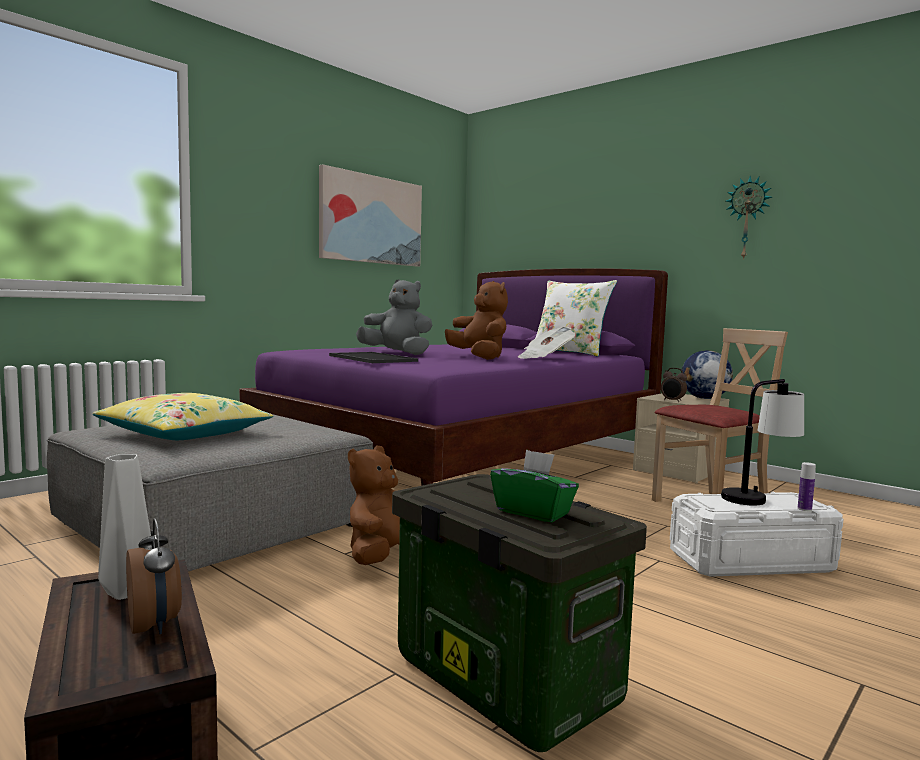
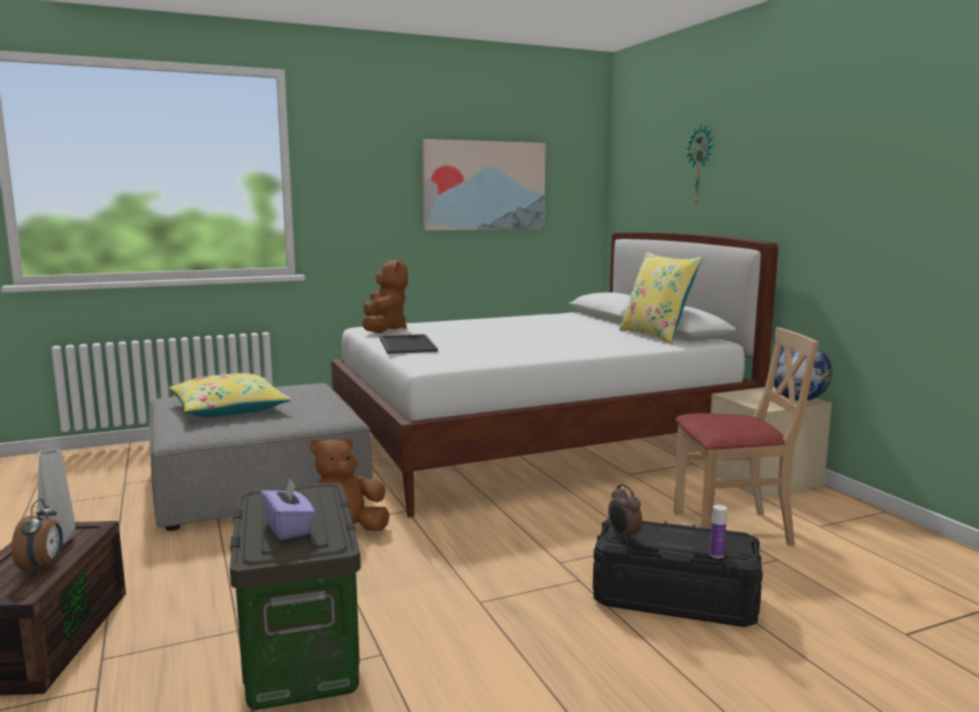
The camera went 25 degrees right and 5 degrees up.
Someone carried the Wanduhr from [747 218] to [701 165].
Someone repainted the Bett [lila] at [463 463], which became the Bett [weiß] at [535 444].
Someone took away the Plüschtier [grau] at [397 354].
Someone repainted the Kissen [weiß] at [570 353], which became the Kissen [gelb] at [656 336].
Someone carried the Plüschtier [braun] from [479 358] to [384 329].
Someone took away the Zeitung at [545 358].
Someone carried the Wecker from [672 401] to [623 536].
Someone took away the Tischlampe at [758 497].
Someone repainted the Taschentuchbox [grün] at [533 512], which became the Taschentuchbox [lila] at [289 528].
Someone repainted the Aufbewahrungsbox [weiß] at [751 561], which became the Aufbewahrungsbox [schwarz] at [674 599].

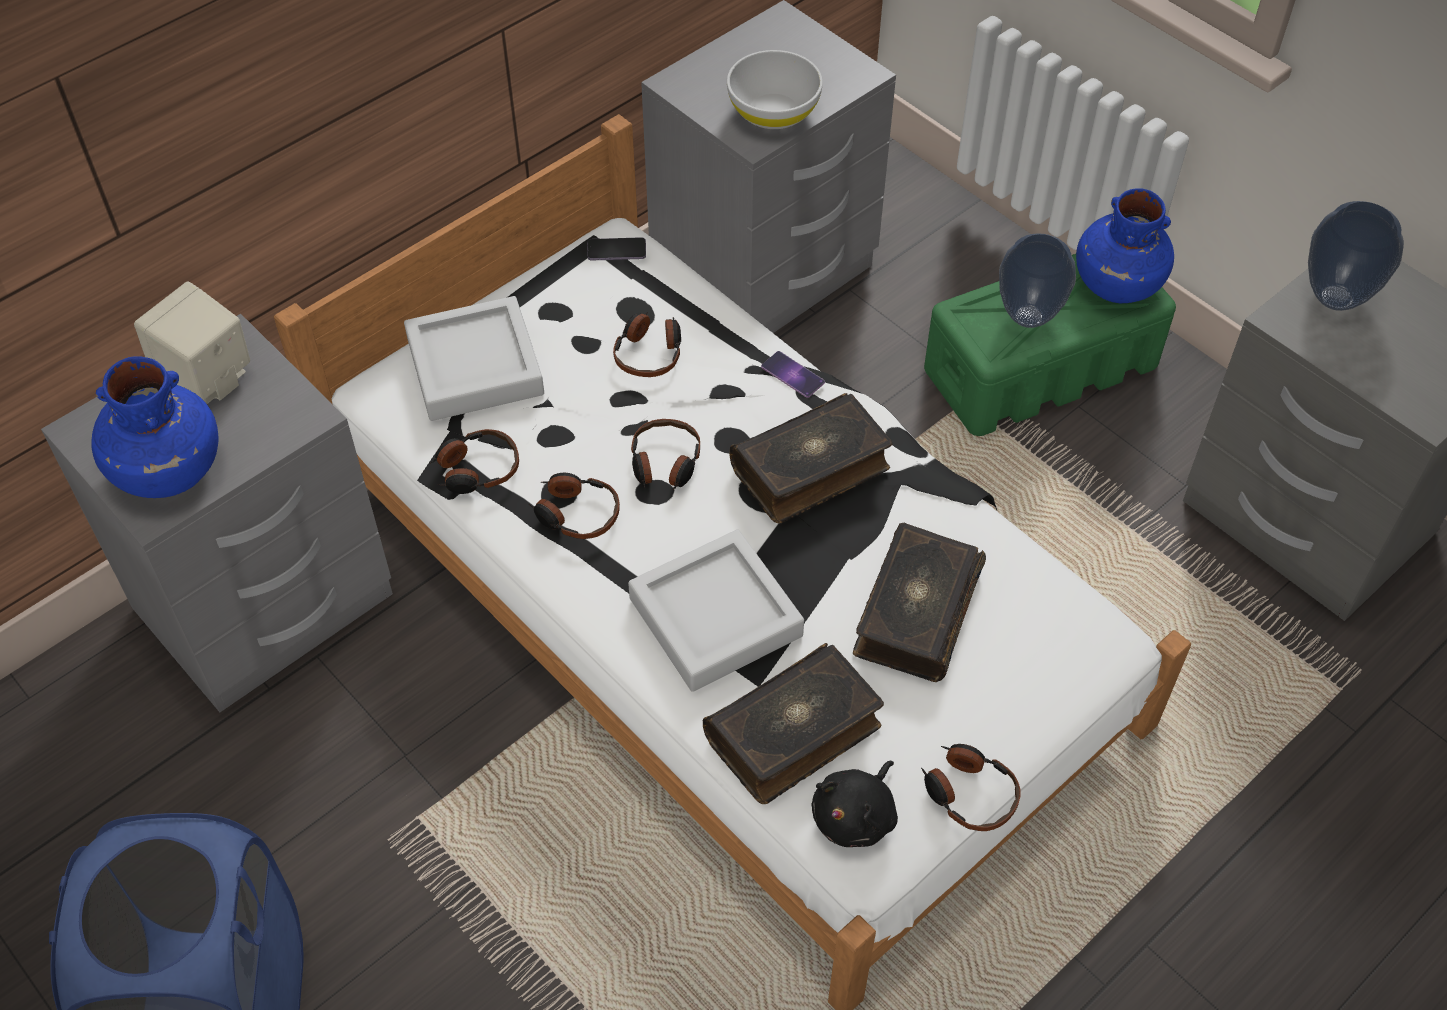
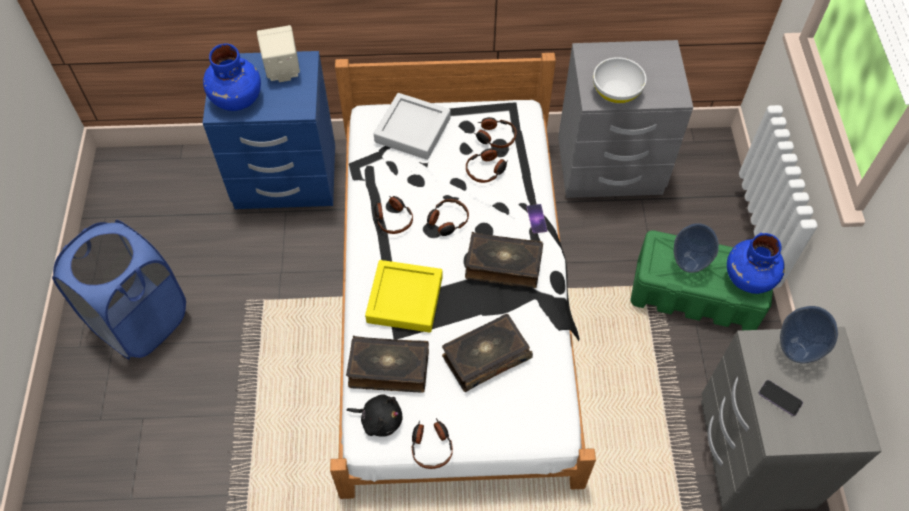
The camera went 40 degrees right and 5 degrees up.
Someone carried the Handy from [616 251] to [780 398].
Someone repainted the Nachttisch [grau] at [266 605], which became the Nachttisch [blau] at [286 178].
Someone carried the Kopfhörer from [477 470] to [495 137].
Someone repainted the Tablett [grau] at [715 617], which became the Tablett [gelb] at [405 299].
Someone rotated the Plüschtier [schwarz] at [856 816] by 150 degrees counterclockwise.

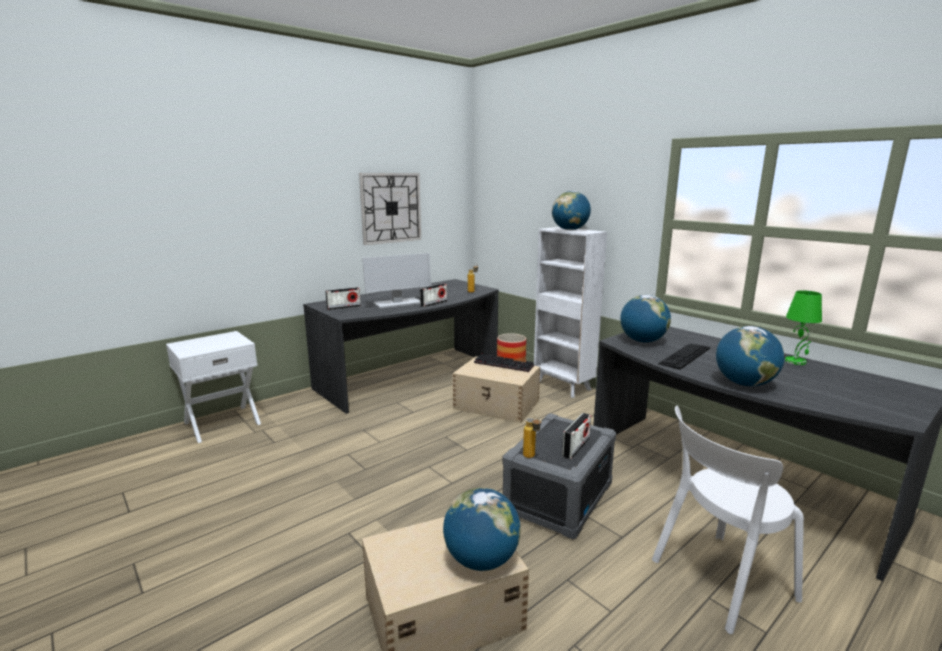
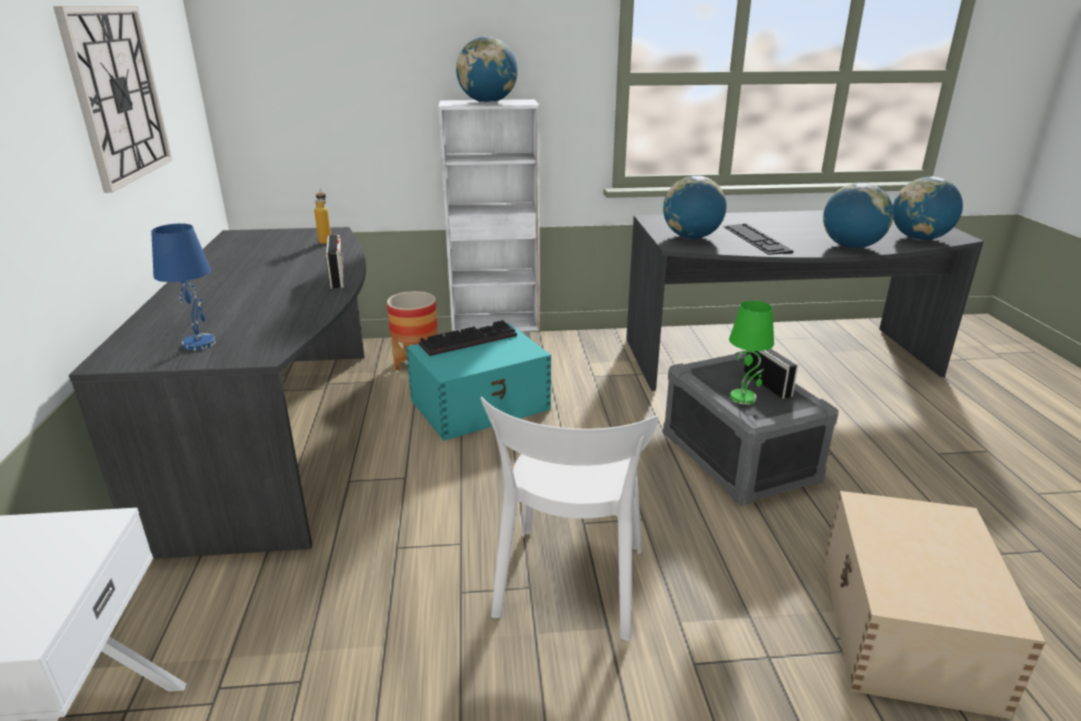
The camera went 55 degrees left and 10 degrees up.
Someone took away the Monitor at [397 303].
Someone swapped the Radio at [344 307] for the Tischlampe [blau] at [199 343].
Someone carried the Tischlampe [grün] from [796 362] to [743 398].
Someone repainted the Aufbewahrungsbox [beige] at [497 405], which became the Aufbewahrungsbox [türkis] at [481 405].
Someone carried the Stuhl [weiß] from [718 581] to [569 587].
Someone took away the Flasche at [531 457].
Someone carried the Globus from [481 560] to [919 239].

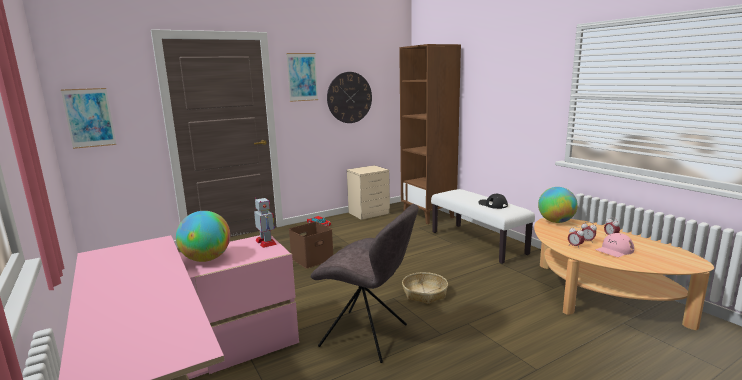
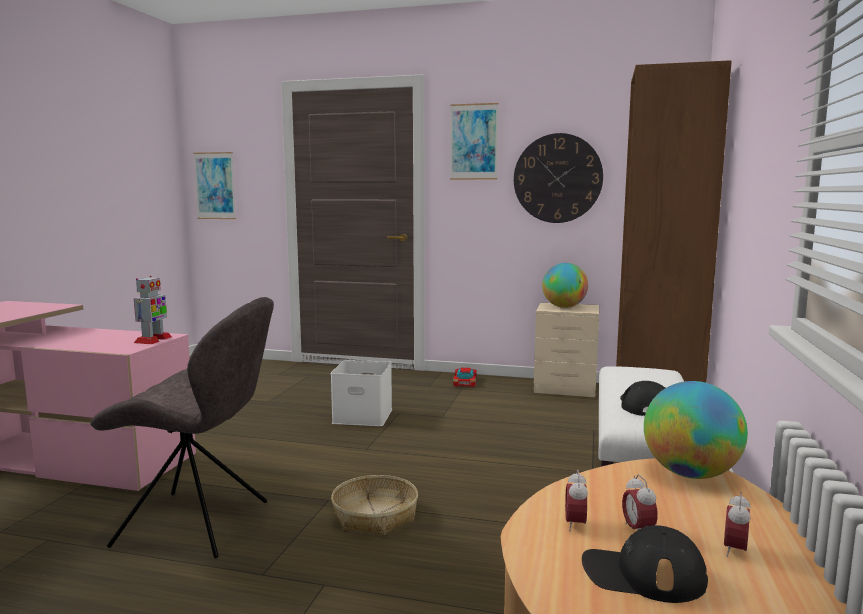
The camera went 45 degrees right and 5 degrees down.
Someone rotated the Stuhl [grau] at [367 336] by 60 degrees counterclockwise.
Someone carried the Globus from [207 259] to [564 307].
Someone repainted the Aufbewahrungsbox [braun] at [312 258], which became the Aufbewahrungsbox [weiß] at [364 416].
Someone repainted the Kappe [rosa] at [614 250], which became the Kappe [schwarz] at [642 574].

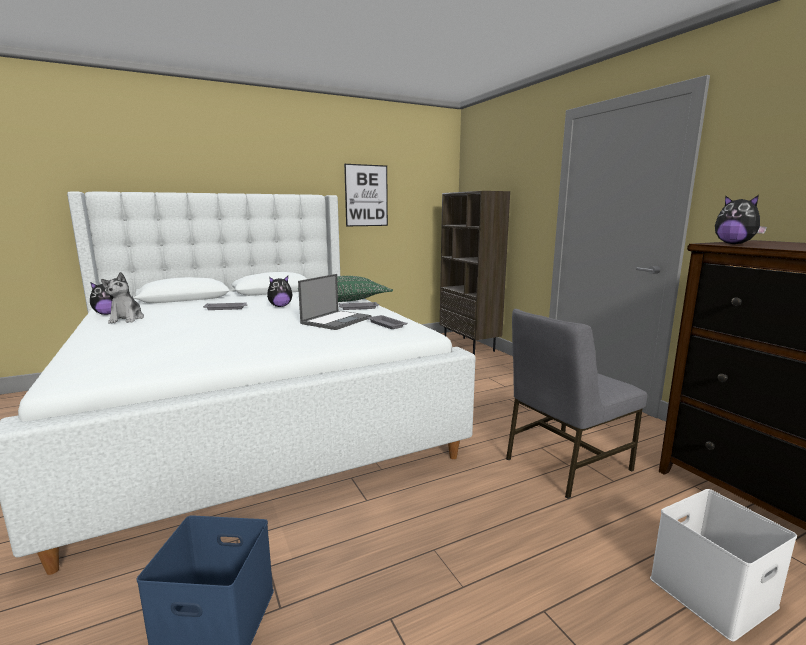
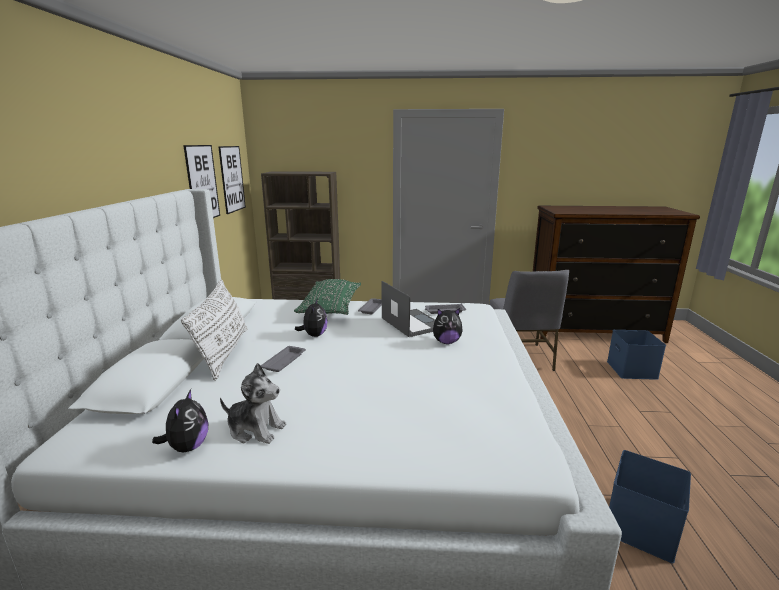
The camera went 60 degrees left and 5 degrees up.
Someone carried the Plüschtier from [734 244] to [446 342].
Someone repainted the Aufbewahrungsbox [weiß] at [713 594], which became the Aufbewahrungsbox [blau] at [633 370].
Someone put up the Bild at [232 179].
Someone put down the Kissen [weiß] at [224 352].

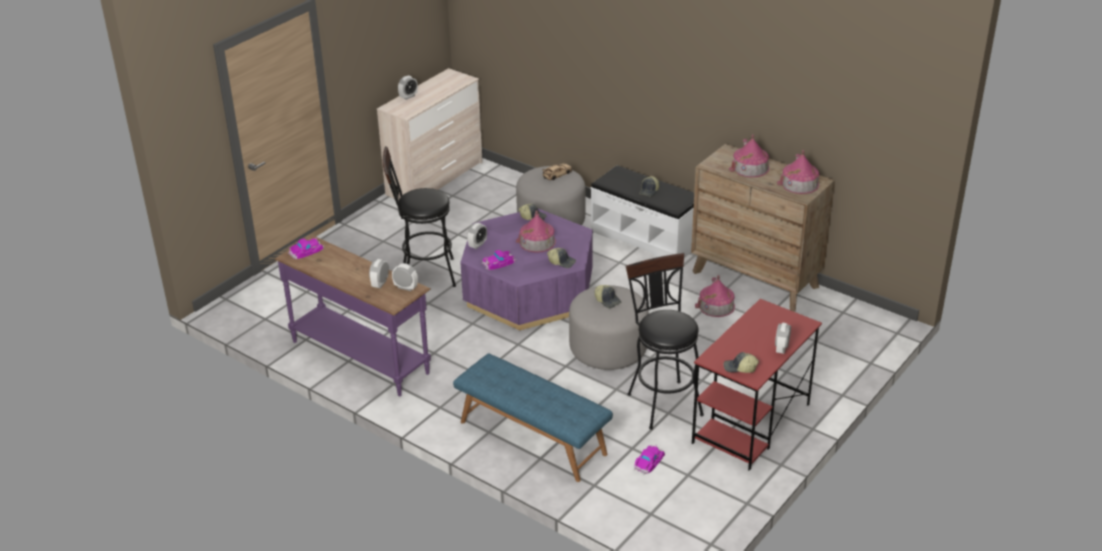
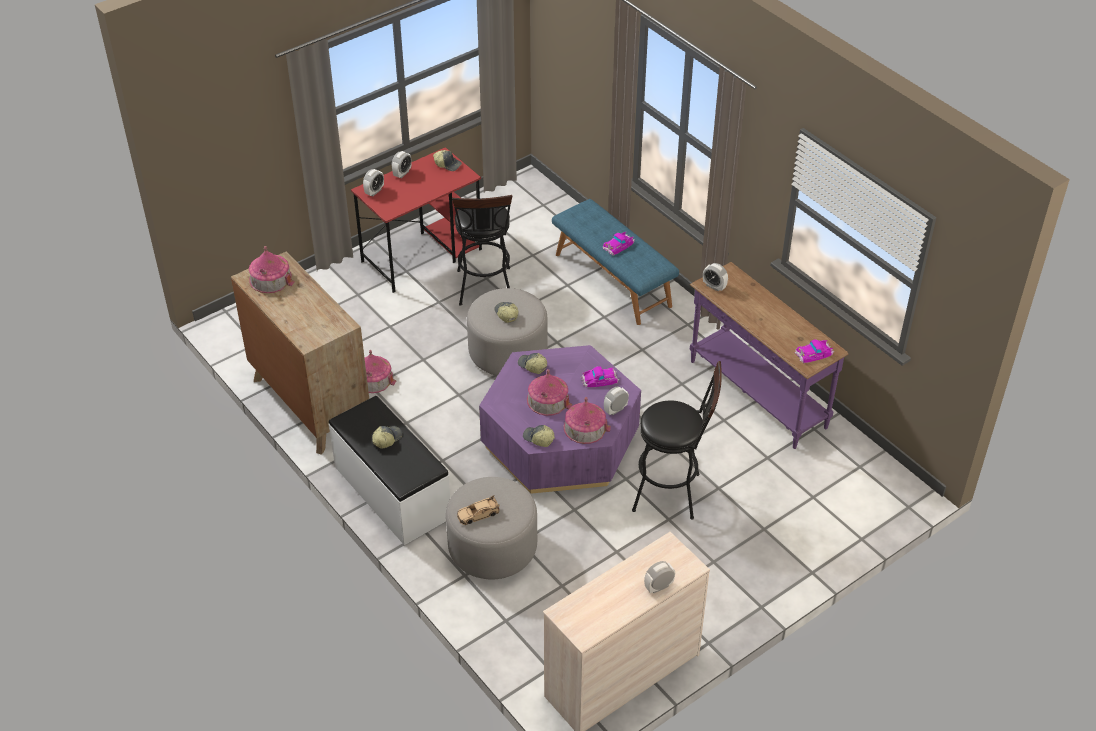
The camera went 165 degrees left and 10 degrees up.
Someone carried the Spielzeughaus from [750 167] to [585 427].
Someone carried the Wecker from [380 283] to [374 191].
Someone carried the Spielzeugauto from [649 461] to [618 245].

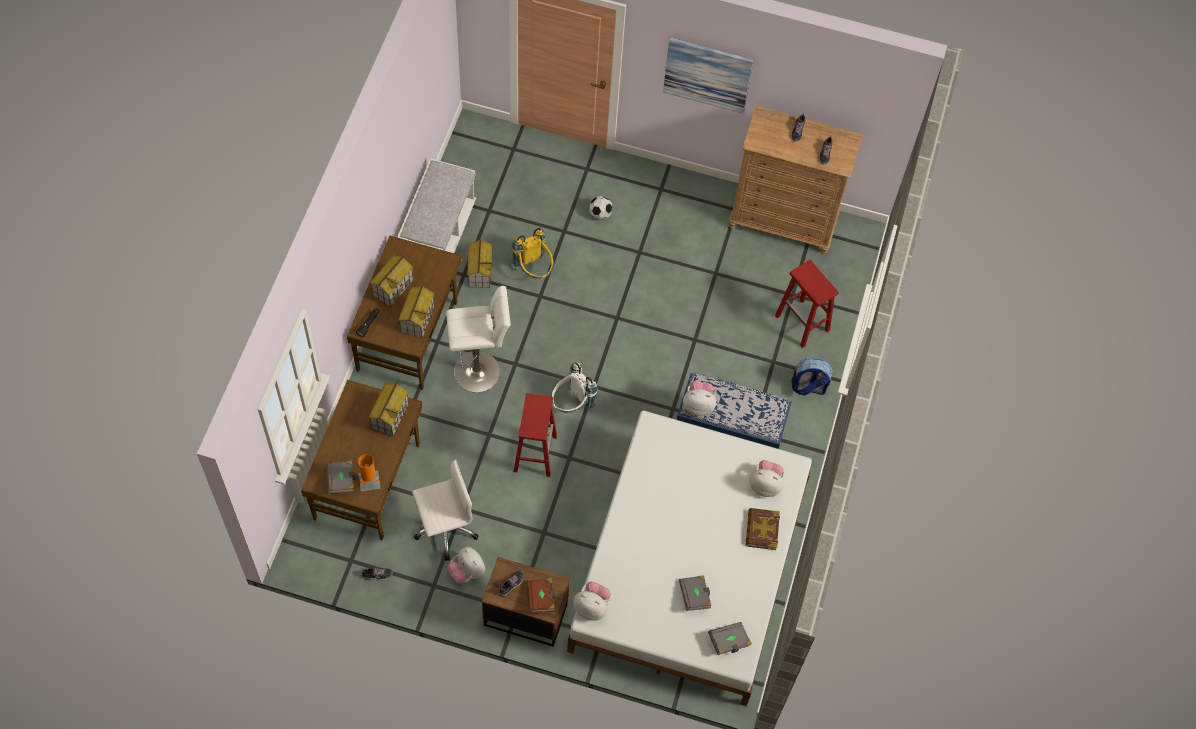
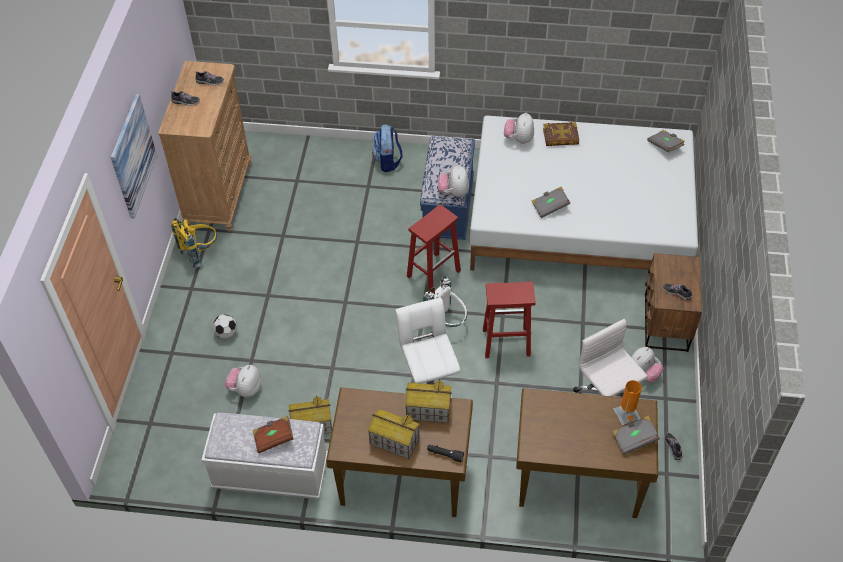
The camera went 95 degrees left and 10 degrees down.
Someone carried the Rucksack [gelb] from [534 270] to [200 252].
Someone carried the Hocker [rot] from [803 323] to [434 273].
Someone took away the Spielzeughaus at [390 415].
Someone carried the Buch [grau] from [695 596] to [550 207].
Someone carried the Buch [braun] from [541 598] to [273 438].
Someone carried the Plüschtier from [592 607] to [245 389].

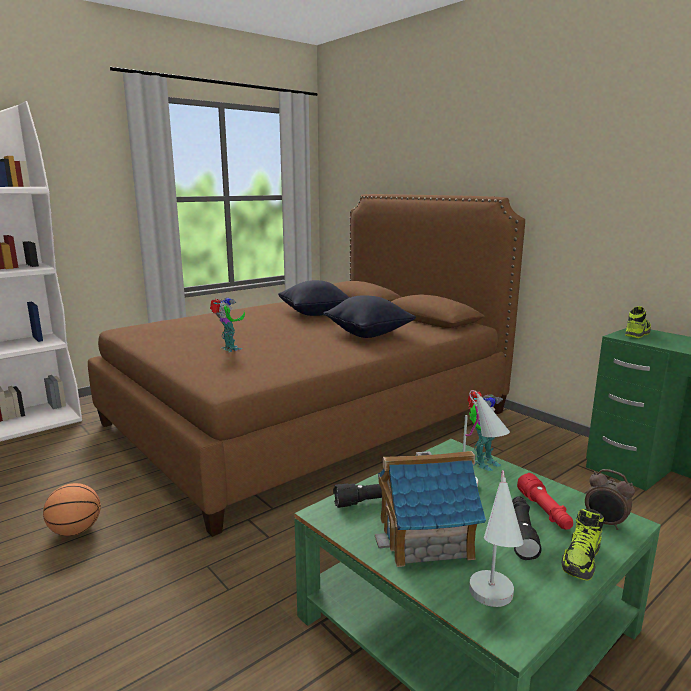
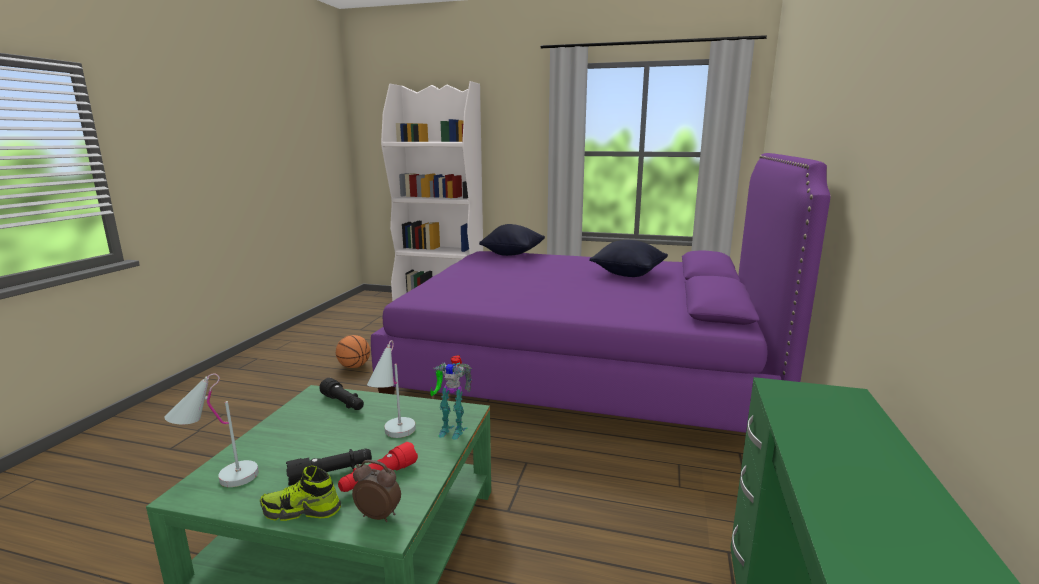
The camera went 55 degrees right and 0 degrees up.
Someone repainted the Bett [braun] at [308 417], which became the Bett [lila] at [585 371].
Someone carried the Kissen [schwarz] from [368 334] to [513 254].
Someone took away the Spielzeugroboter at [229 349].
Someone took away the Schuh at [637 333].
Someone took away the Spielzeughaus at [426 538].
Someone rotated the Wecker at [605 523] by 105 degrees clockwise.

